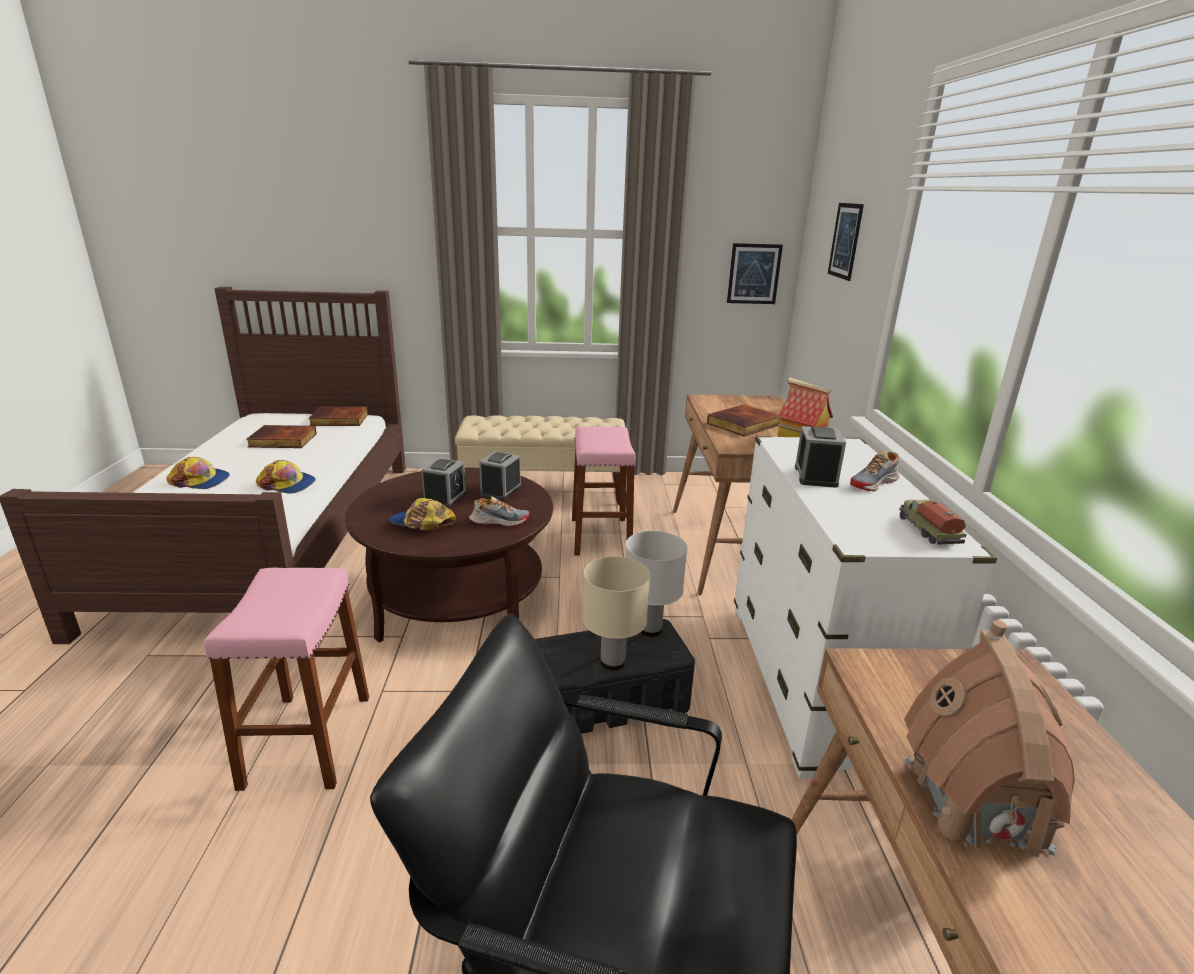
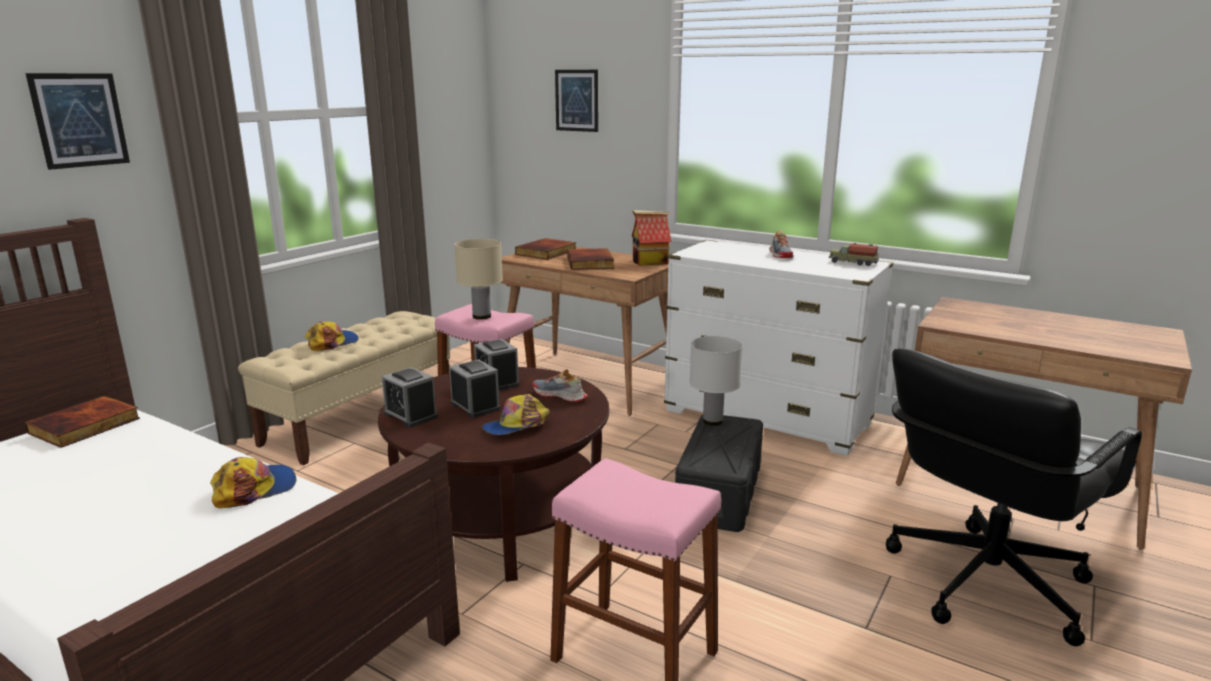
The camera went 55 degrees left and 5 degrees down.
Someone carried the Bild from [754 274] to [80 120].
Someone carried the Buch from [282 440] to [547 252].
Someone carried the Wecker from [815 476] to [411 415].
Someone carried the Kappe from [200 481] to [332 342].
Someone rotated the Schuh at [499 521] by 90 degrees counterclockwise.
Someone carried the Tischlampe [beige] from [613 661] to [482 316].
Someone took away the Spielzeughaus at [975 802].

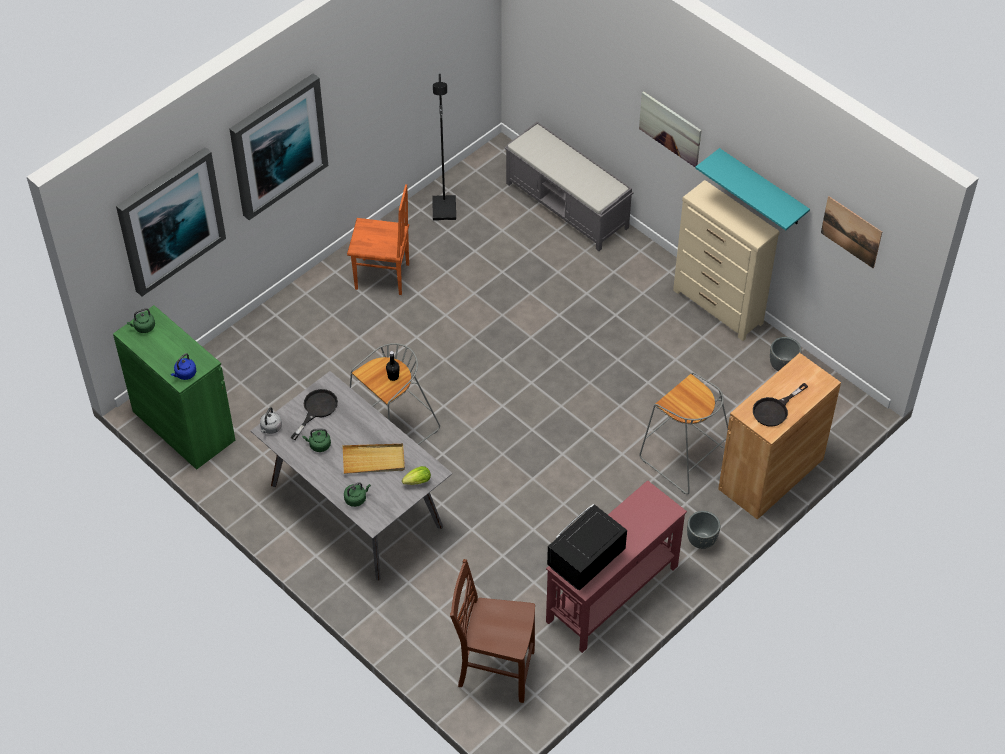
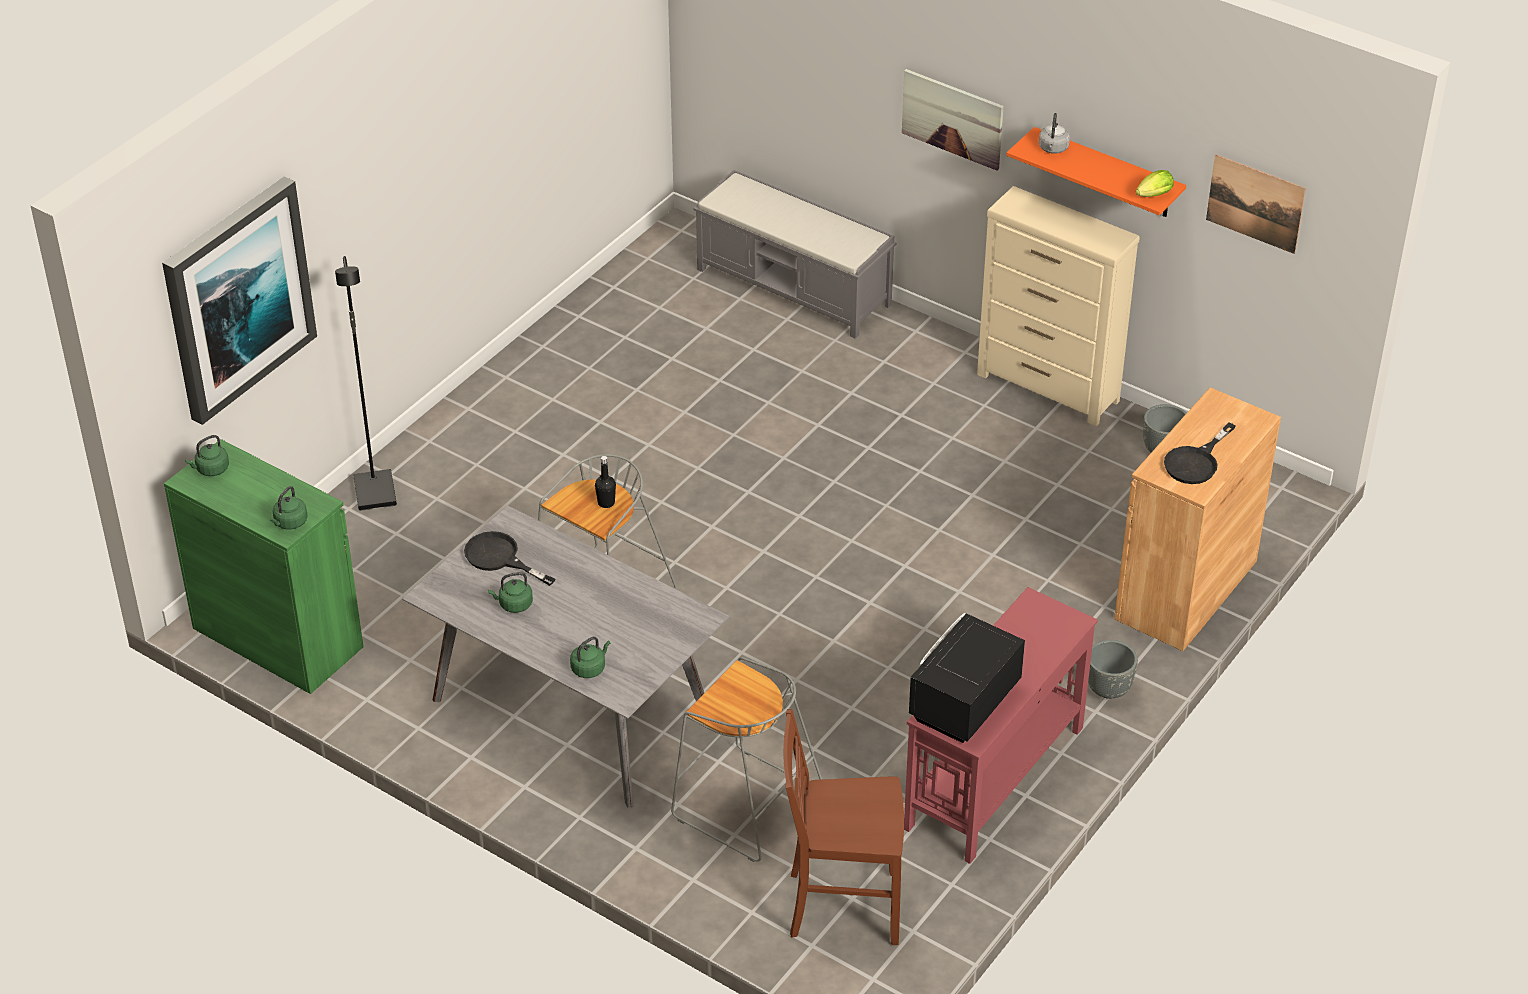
The camera went 10 degrees left and 10 degrees down.
Someone took away the Bild at [277 145].
Someone carried the Stehlampe [schwarz] from [445 209] to [376 493].
Someone repainted the Wandregal [türkis] at [762 188], which became the Wandregal [orange] at [1107 174].
Someone took away the Stuhl [orange] at [382 277].
Someone repainted the Wasserkessel [blau] at [185 374], which became the Wasserkessel [grün] at [290 523].
Someone carried the Hocker [grau] from [684 456] to [744 804].
Someone rotated the Pfanne [schwarz] at [316 409] by 75 degrees counterclockwise.
Someone carried the Wasserkessel [grau] from [270 428] to [1053 149].
Someone took away the Tablett [beige] at [373 460].
Someone carried the Salatkopf from [416 482] to [1152 196].

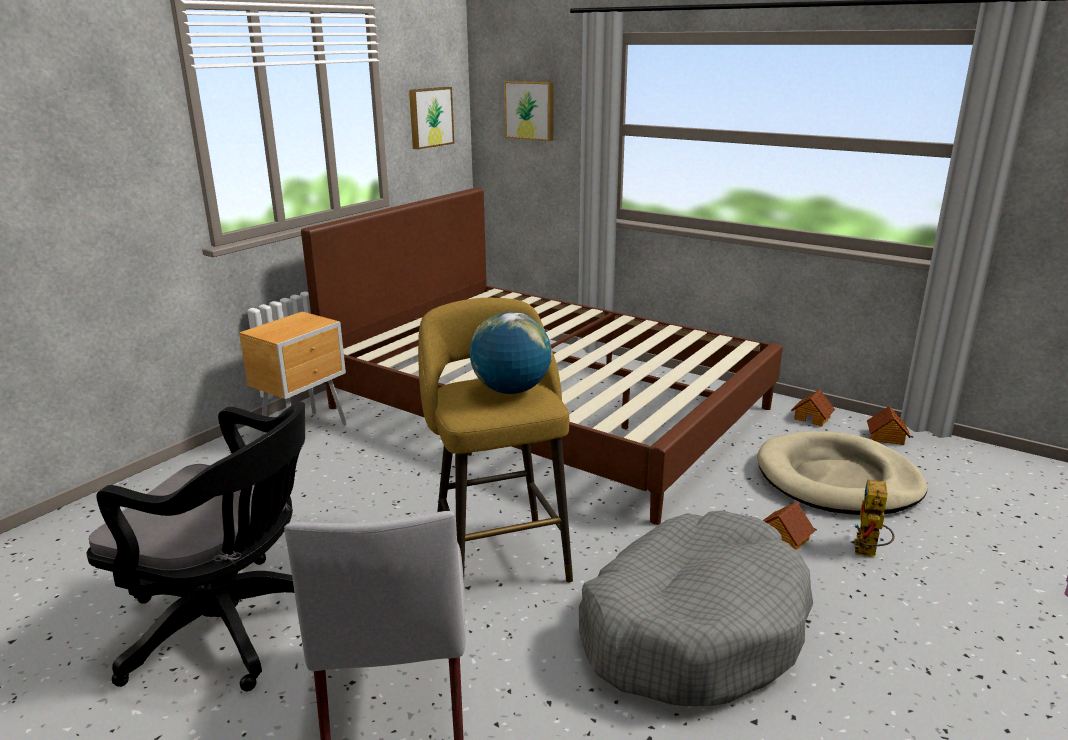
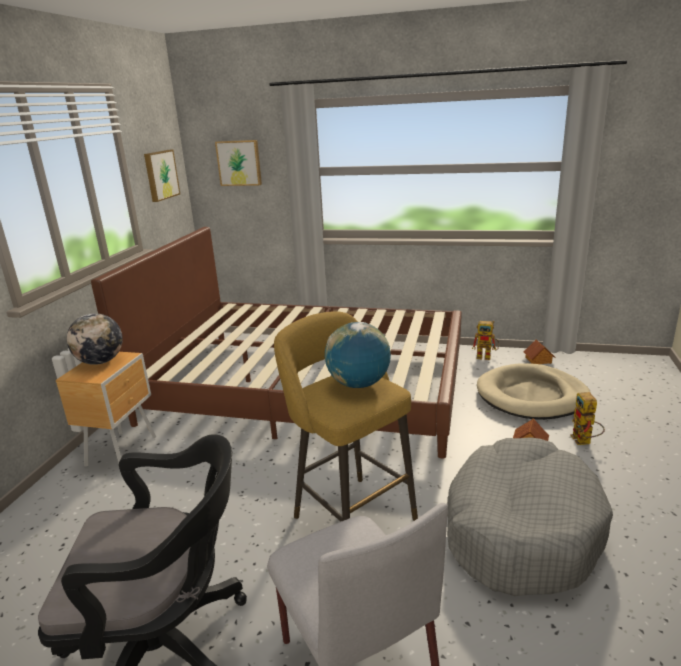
The camera went 20 degrees left and 0 degrees up.
Someone swapped the Spielzeughaus at [812 418] for the Spielzeugroboter at [487 357].
Someone put down the Globus at [100 362].

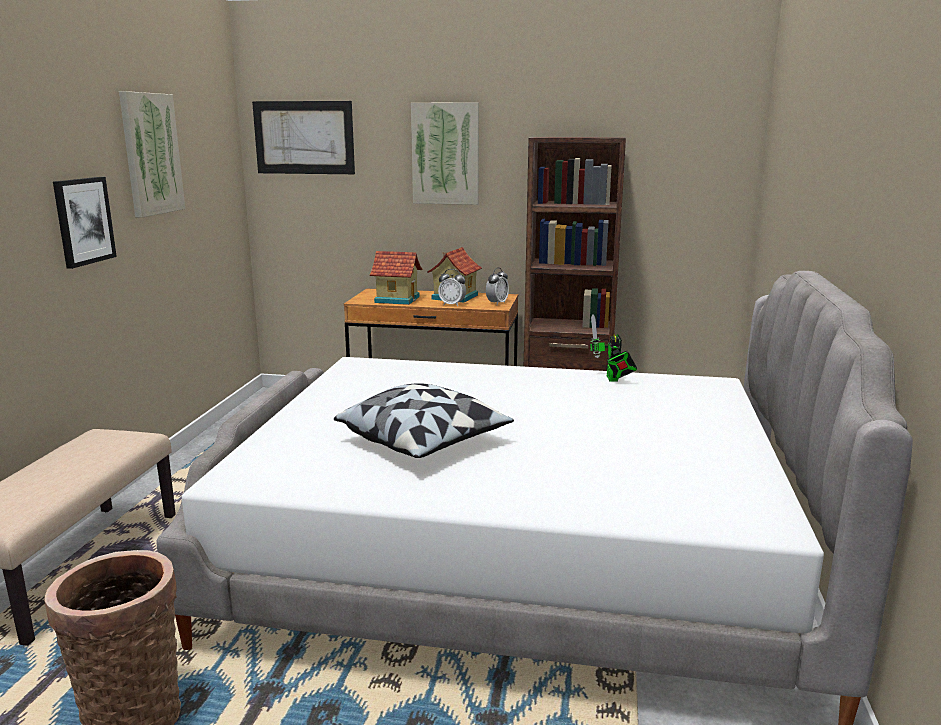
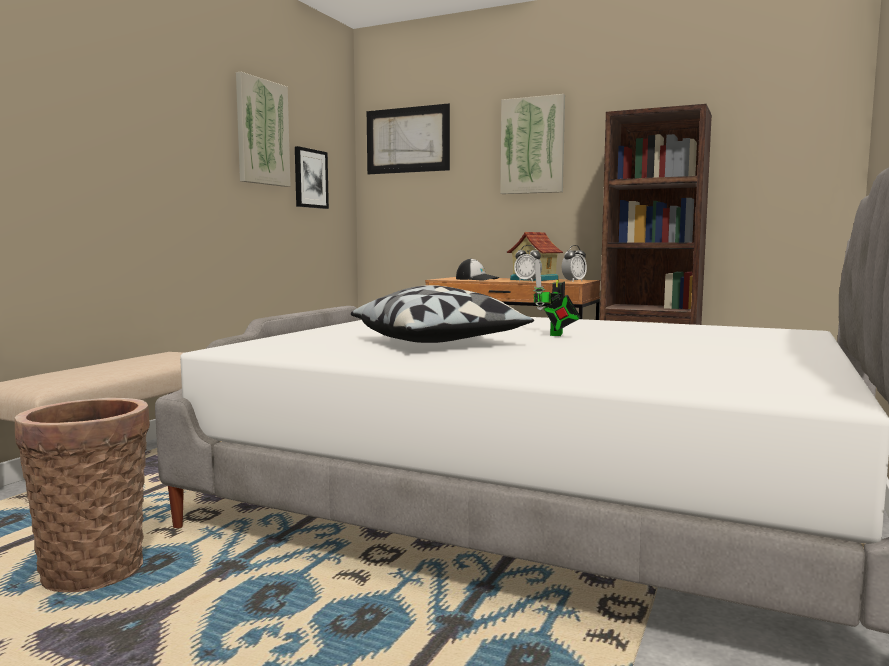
The camera went 15 degrees right and 10 degrees down.
Someone carried the Bild from [83 221] to [310 178].
Someone swapped the Spielzeughaus at [397 299] for the Kappe at [477 279].
Someone carried the Spielzeugroboter from [612 379] to [556 335].

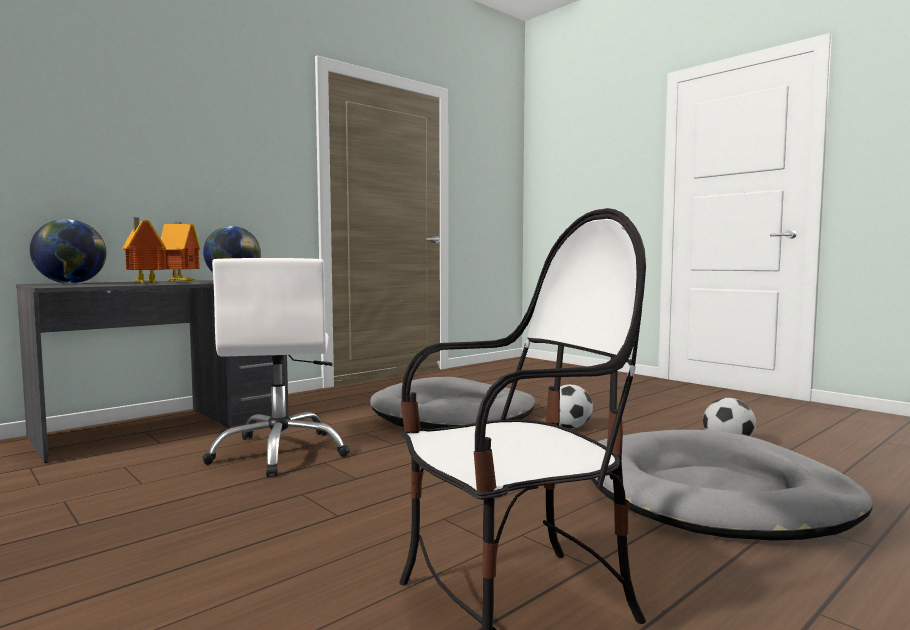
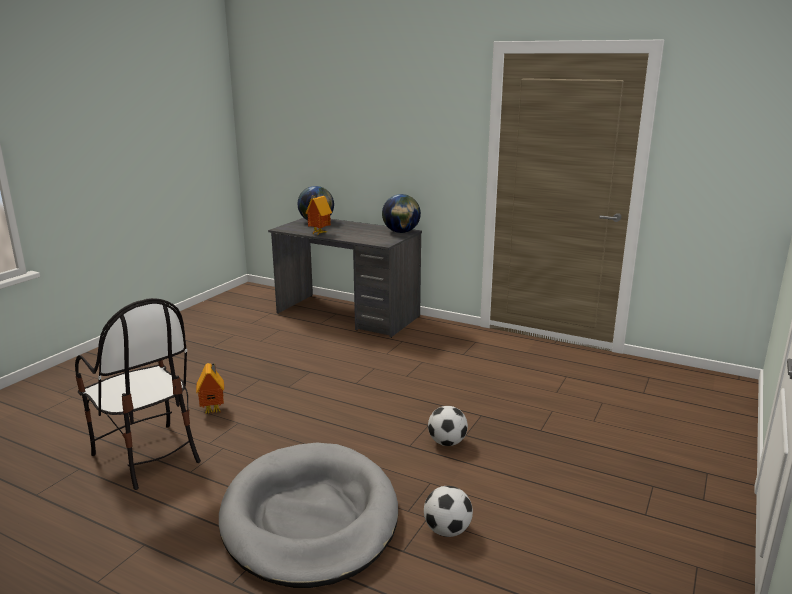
The camera went 70 degrees right and 15 degrees up.
Someone carried the Spielzeughaus from [181 282] to [214 410].
Someone took away the Bürostuhl [weiß] at [280 452].
Someone took away the Hundebett [grau] at [454 413].

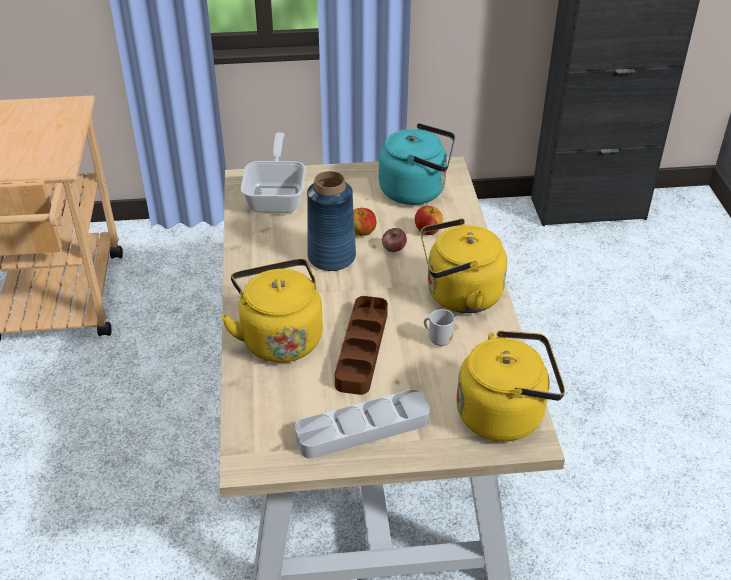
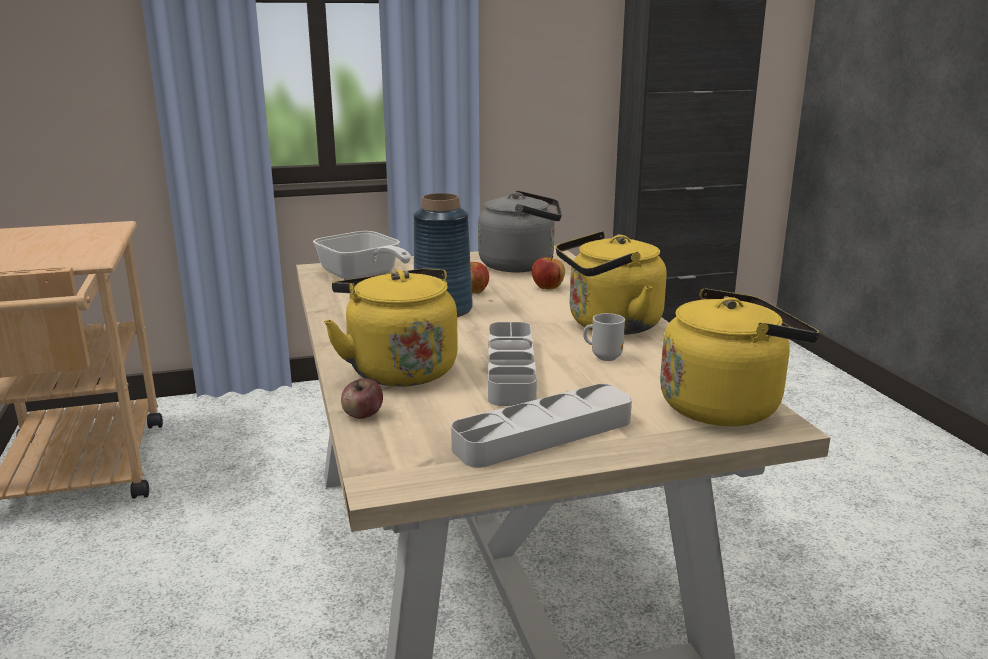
The camera went 10 degrees left and 20 degrees down.
Someone repainted the Wasserkessel [türkis] at [417 191], which became the Wasserkessel [grau] at [521 265].
Someone rotated the Pfanne at [277 196] by 150 degrees clockwise.
Someone carried the Apfel from [394 248] to [363 415].
Someone repainted the Tablett [braun] at [362 349], which became the Tablett [grau] at [510 370].

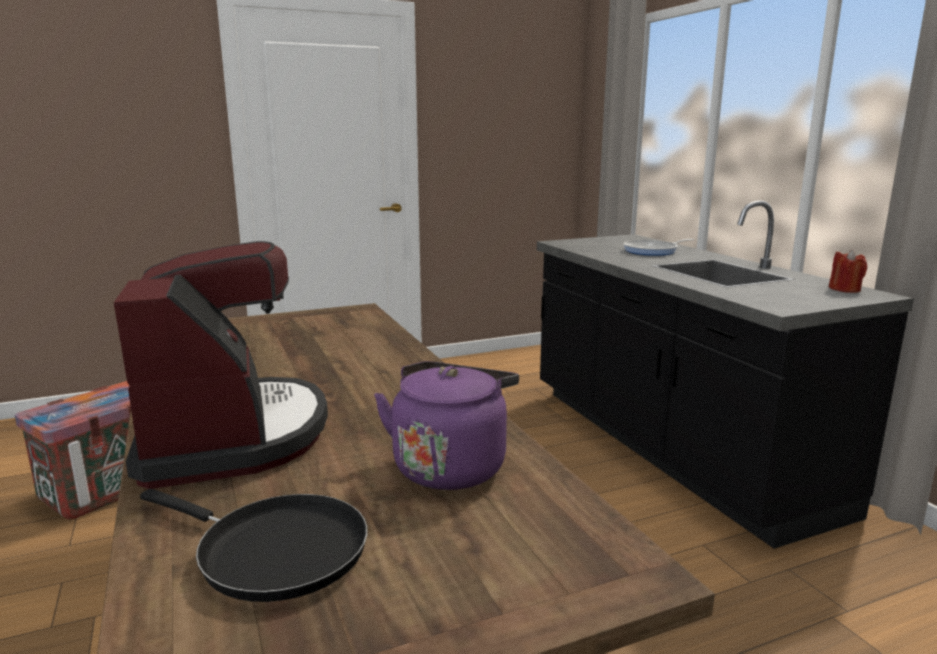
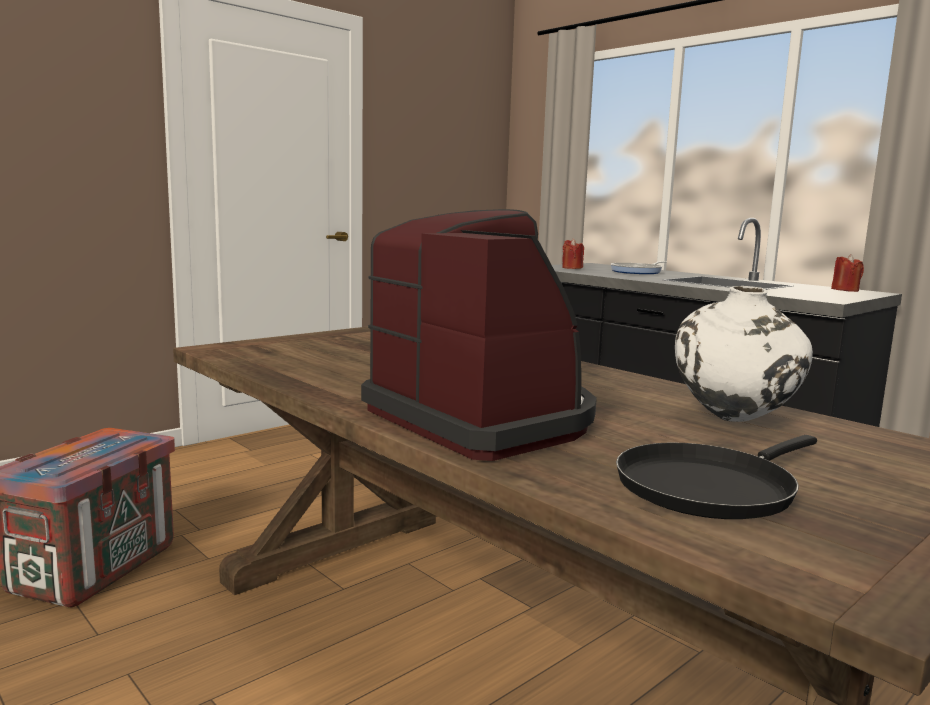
The camera went 20 degrees left and 5 degrees down.
Someone swapped the Wasserkessel [lila] at [451 465] for the Vase [weiß] at [734 421].
Someone rotated the Pfanne [schwarz] at [274 551] by 135 degrees clockwise.
Someone put down the Kerze [rot] at [572 268].

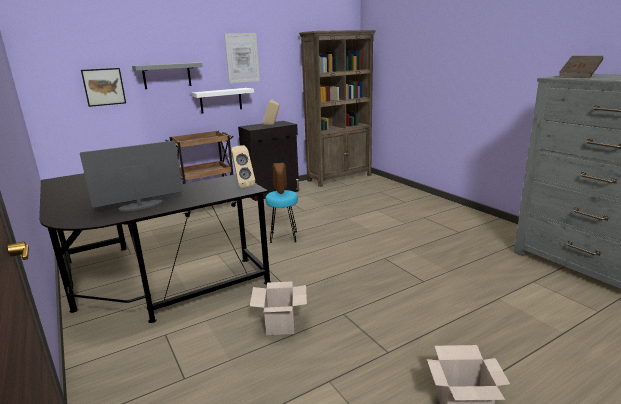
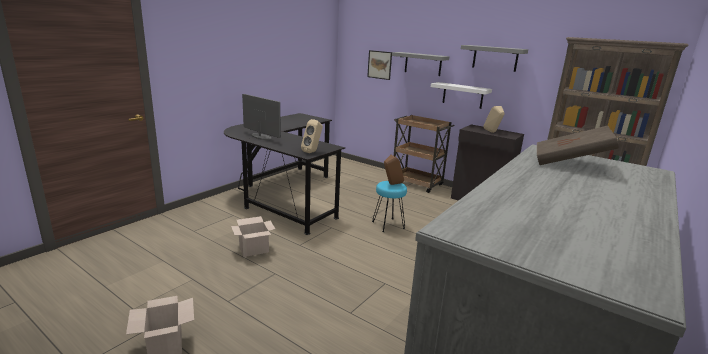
The camera went 65 degrees right and 0 degrees up.
Someone swapped the Bild at [242 58] for the Wandregal [grau] at [495 58].

